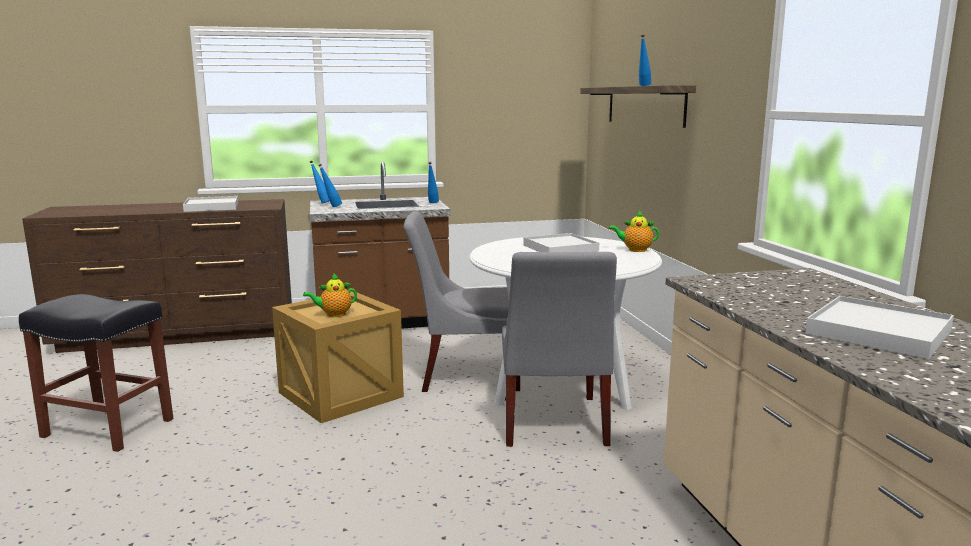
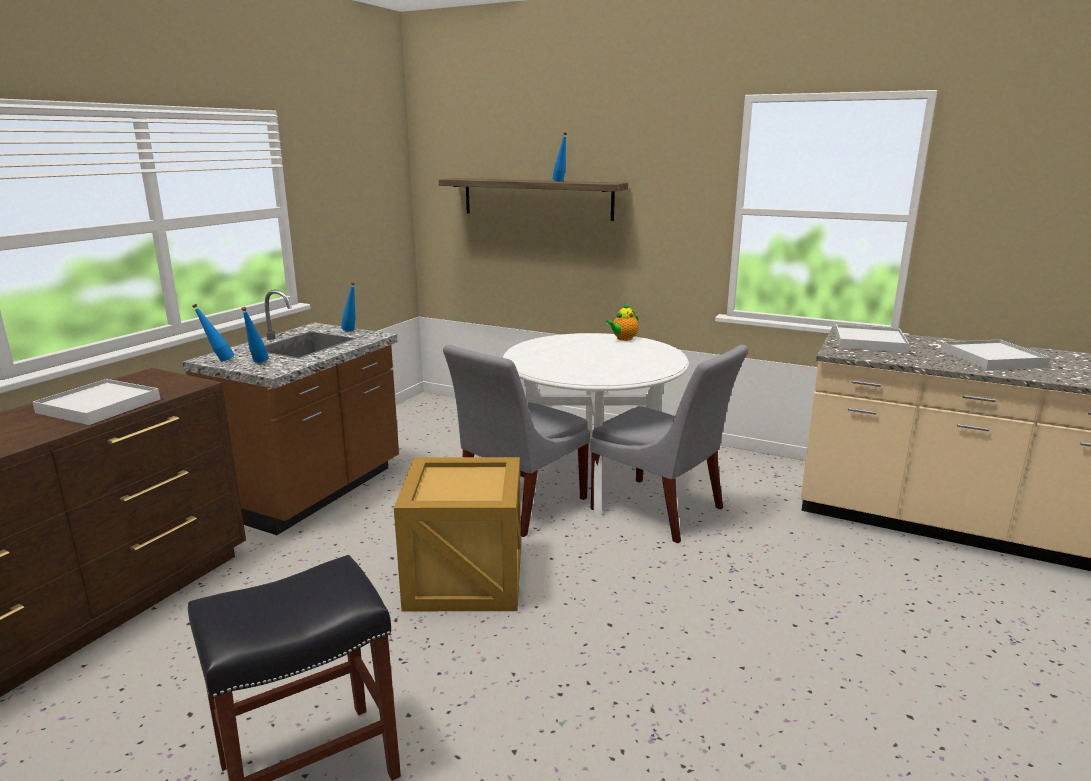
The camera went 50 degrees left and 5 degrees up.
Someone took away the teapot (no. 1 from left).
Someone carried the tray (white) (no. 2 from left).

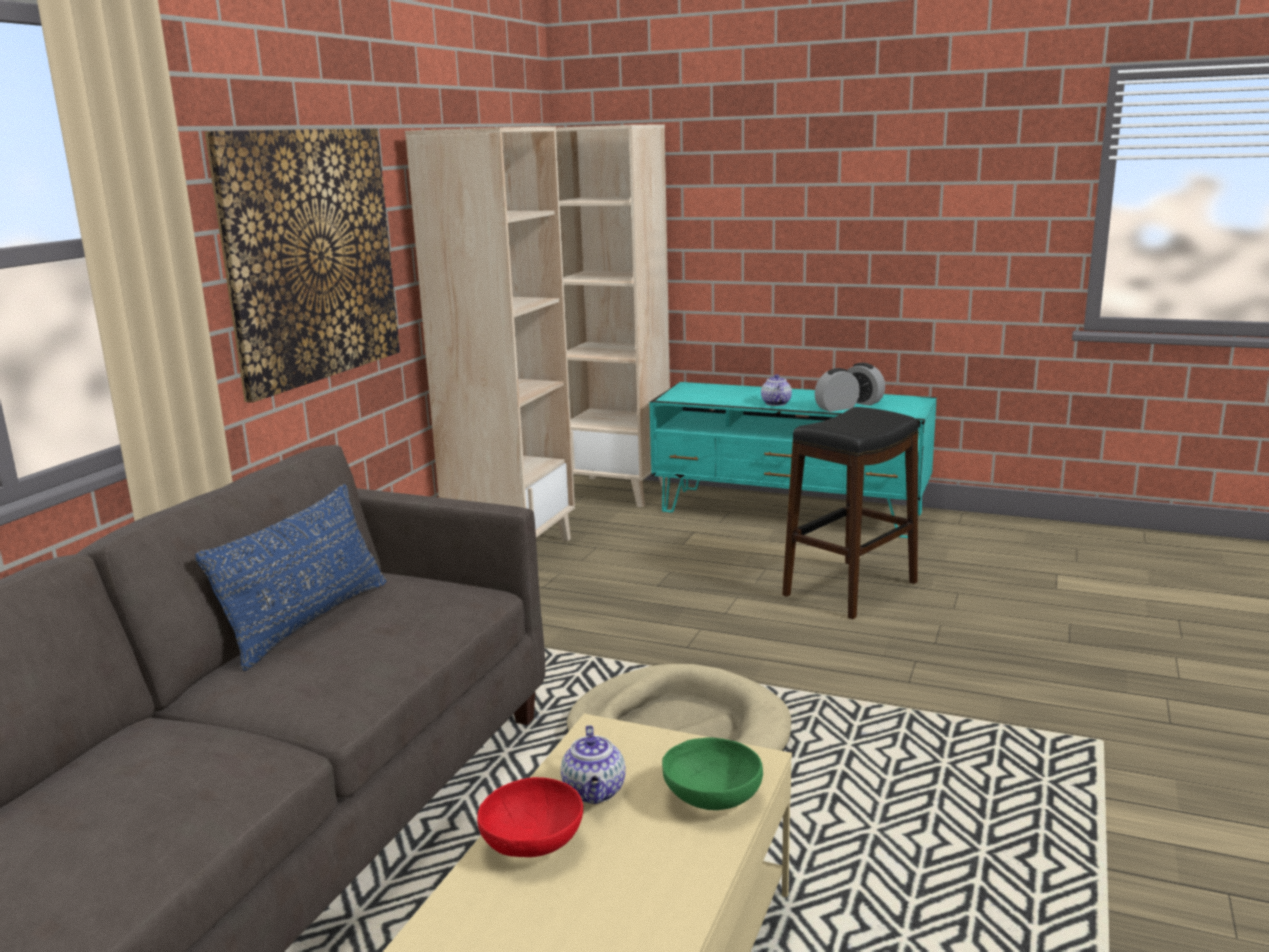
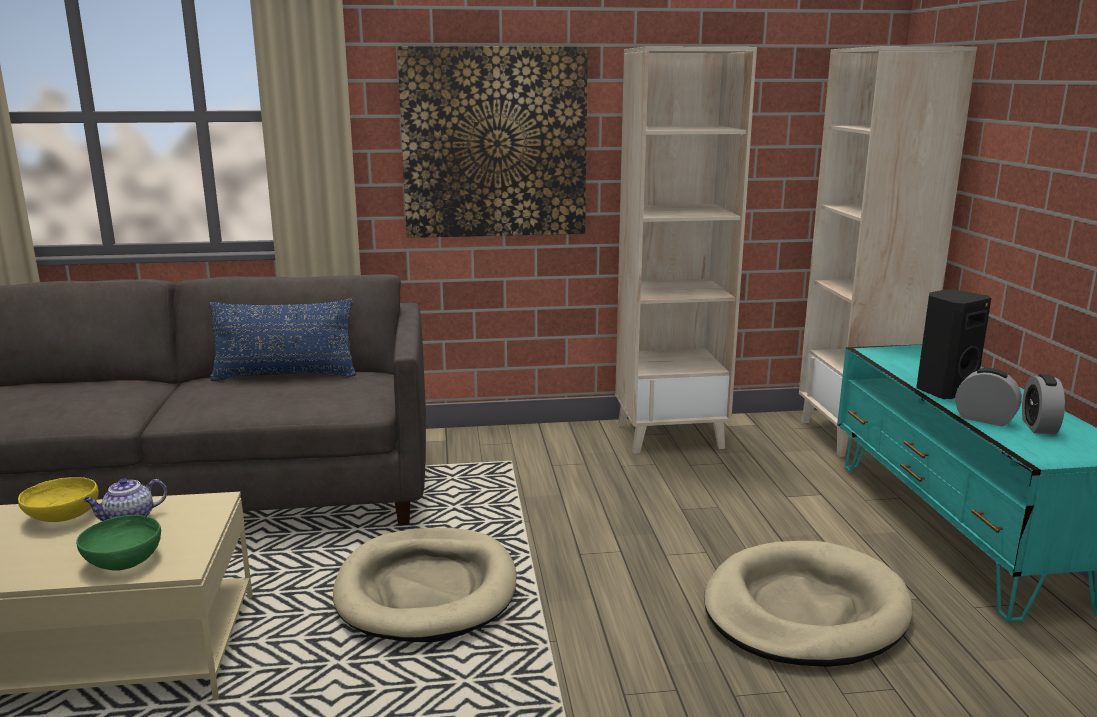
The camera went 60 degrees right and 0 degrees up.
Someone repainted the bowl (red), which became the bowl (yellow).
Someone swapped the teapot (no. 2 from left) for the speaker (black).
Someone swapped the stool (black) for the dog bed (beige) (no. 2 from left).

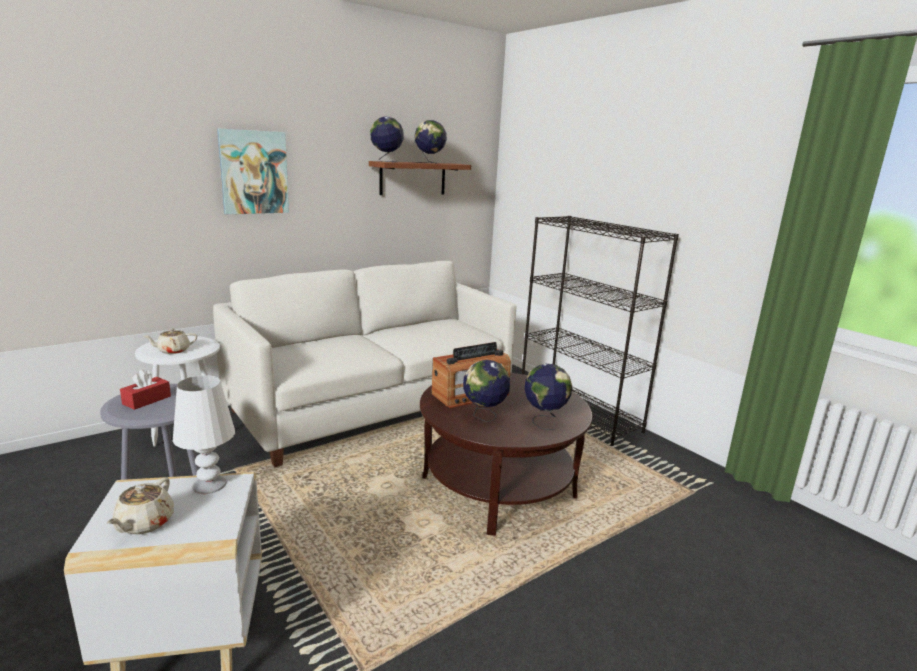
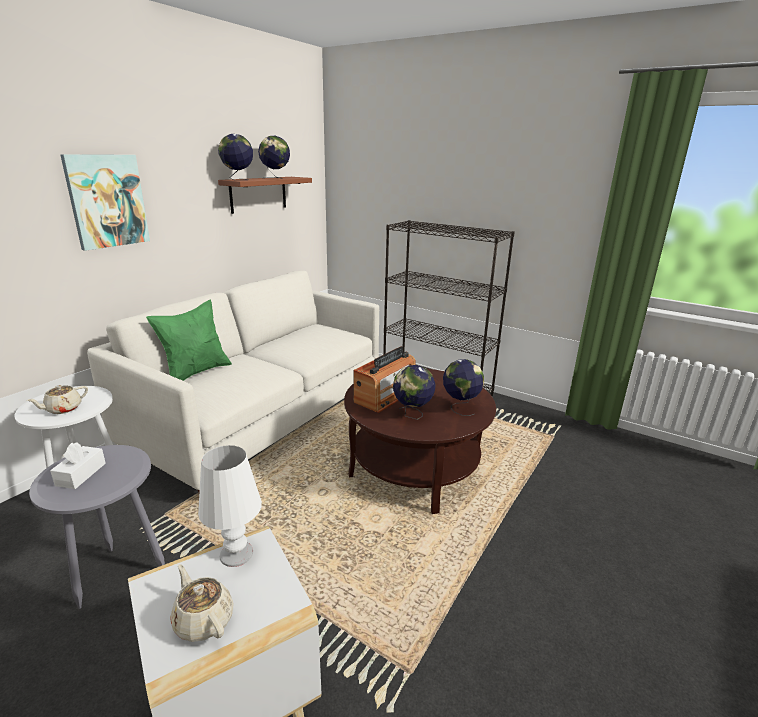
The camera went 20 degrees left and 5 degrees up.
Someone rotated the teapot (beige) (no. 1 from left in the first image) by 150 degrees clockwise.
Someone repainted the tissue box (red), which became the tissue box (white).
Someone put down the pillow (green).

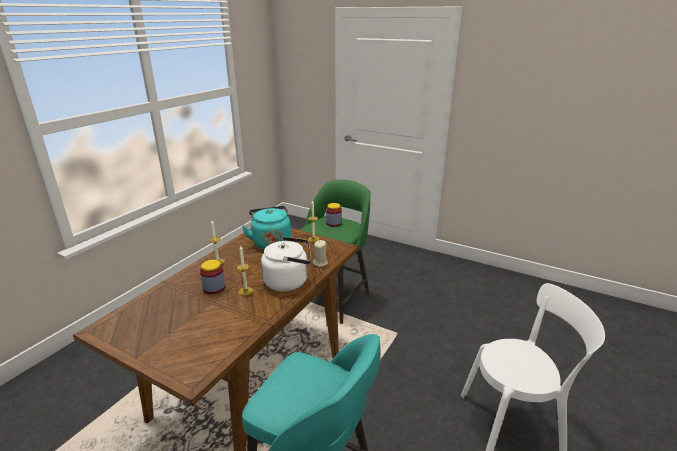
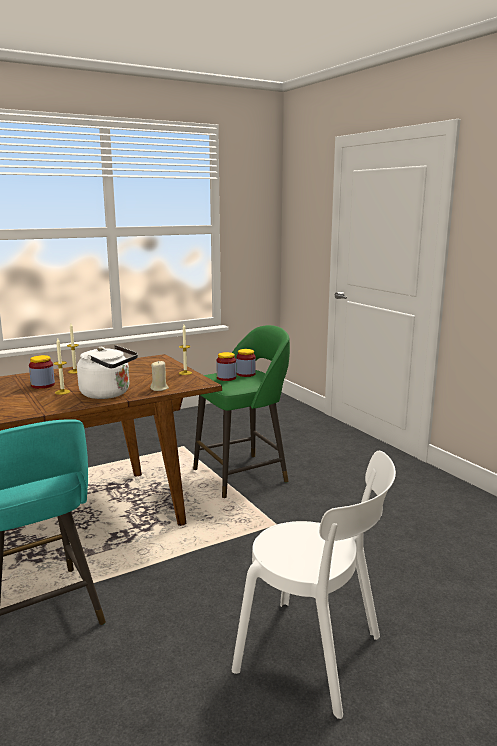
The camera went 30 degrees right and 10 degrees down.
Someone took away the kettle (turquoise).
Someone put down the jar (no. 2 from left).

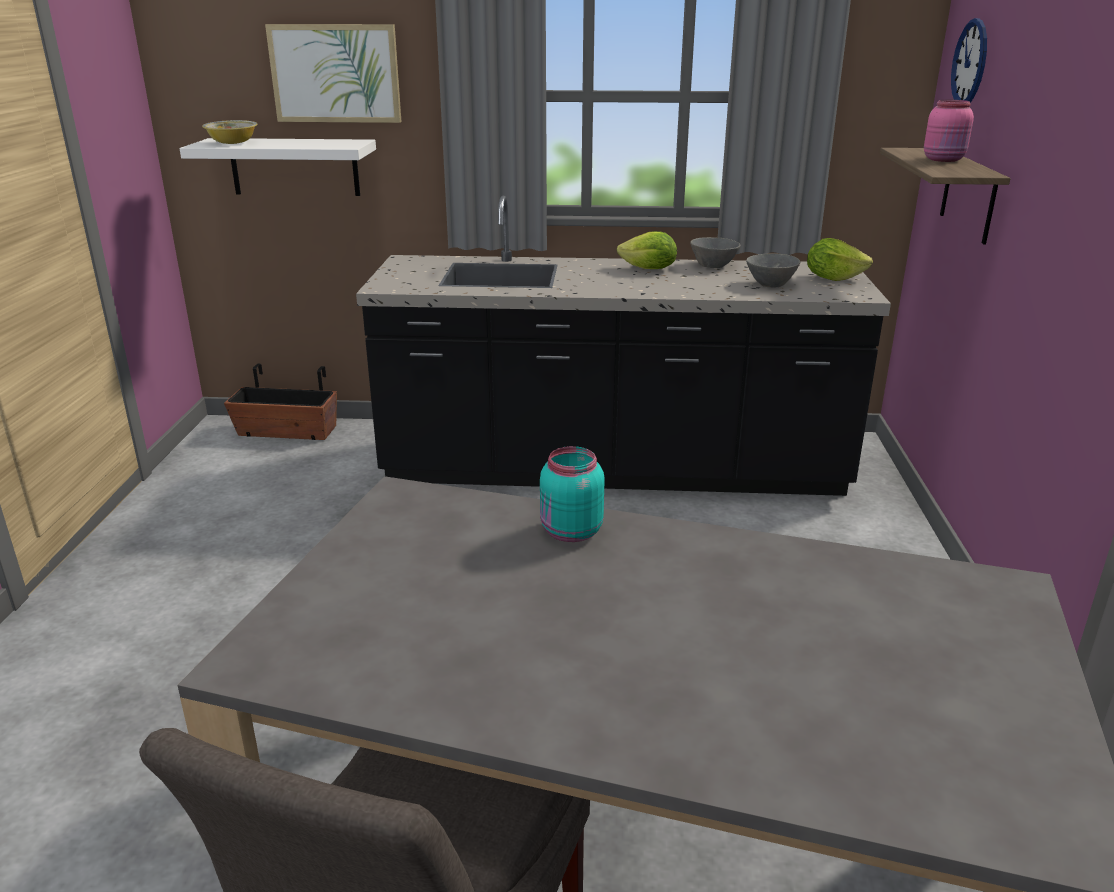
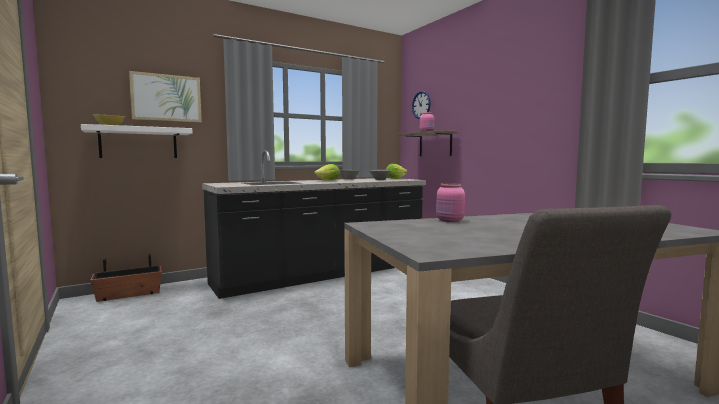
The camera went 35 degrees left and 20 degrees down.
Someone repainted the jar (turquoise), which became the jar (pink) (no. 2 from left).

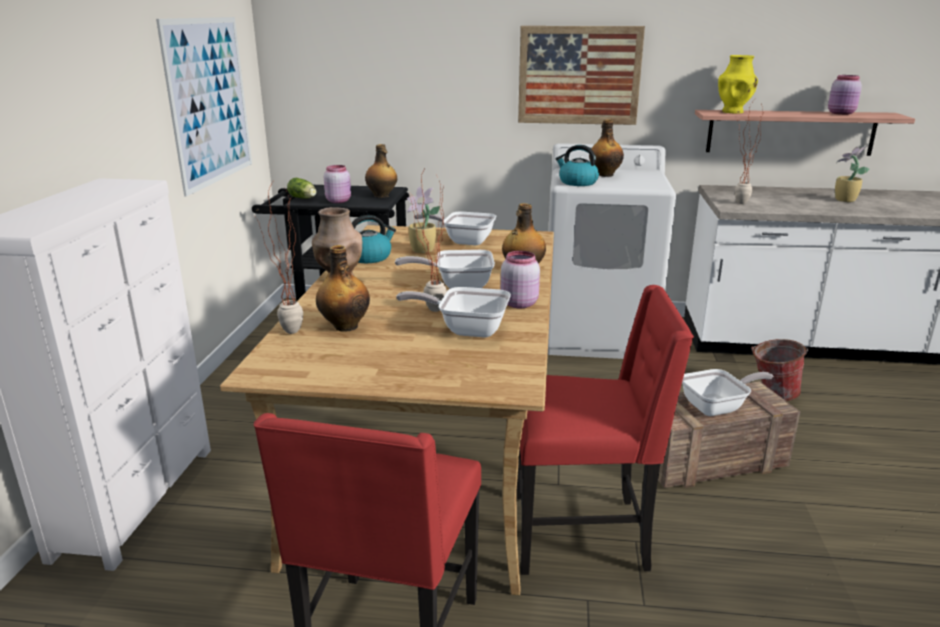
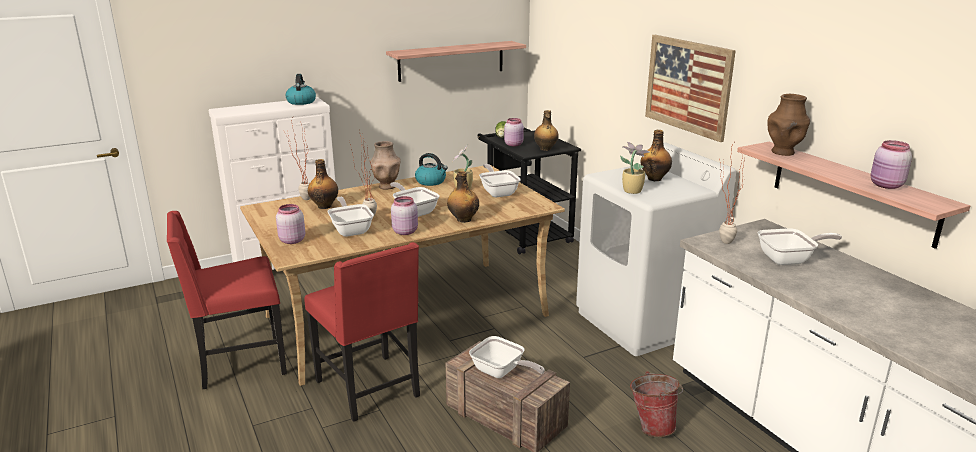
The camera went 55 degrees right and 0 degrees up.
Someone swapped the picture (no. 1 from left) for the shelf (no. 1 from left).
Someone carried the kettle (no. 2 from left in the first image).
Someone repainted the vase (yellow), which became the vase (brown) (no. 2 from left).
Someone carried the potted plant (no. 5 from left in the first image).
Someone put down the jar (pink) (no. 1 from left).
Someone put down the frying pan (no. 5 from left).

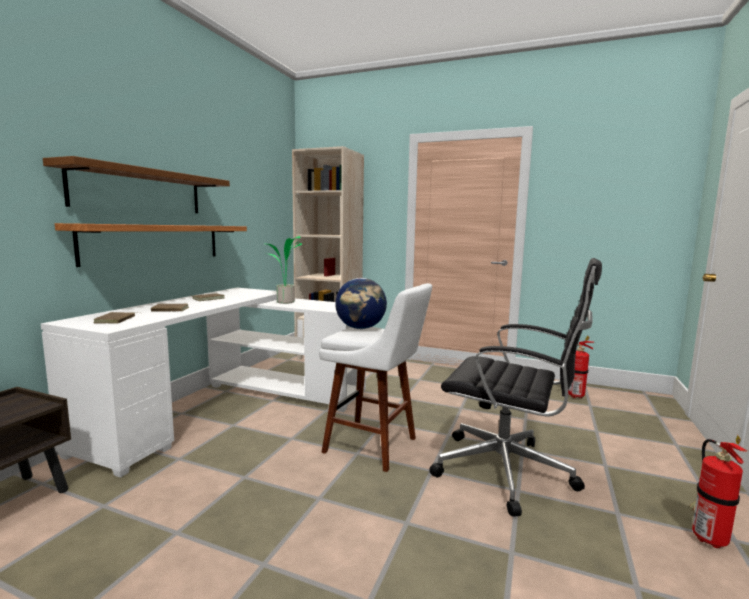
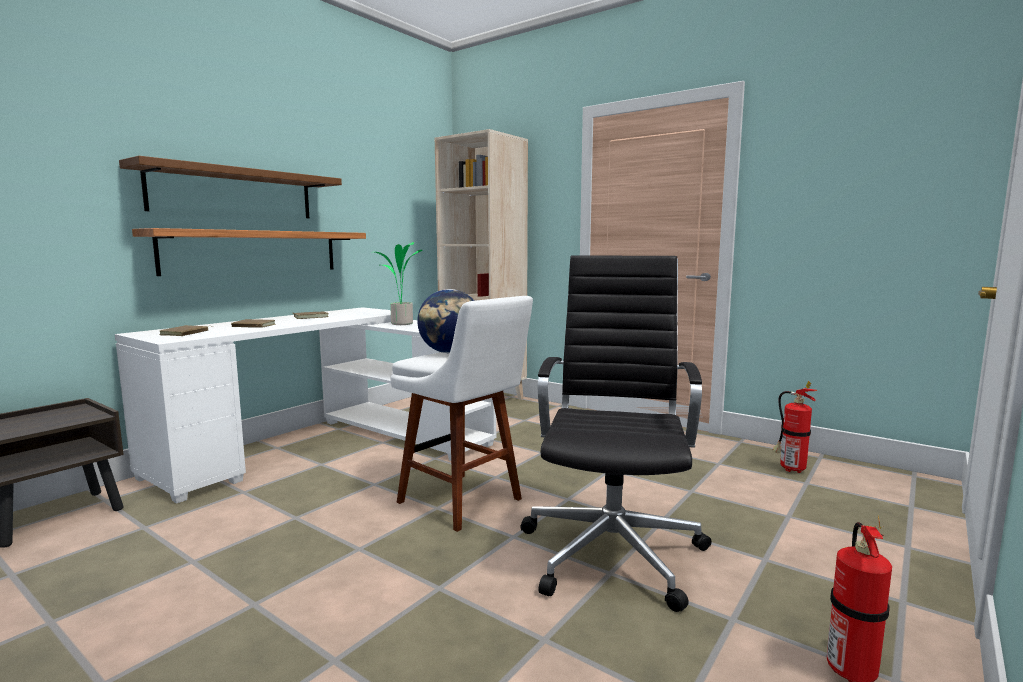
The camera went 15 degrees right and 0 degrees up.
Someone rotated the office chair (black) by 120 degrees counterclockwise.

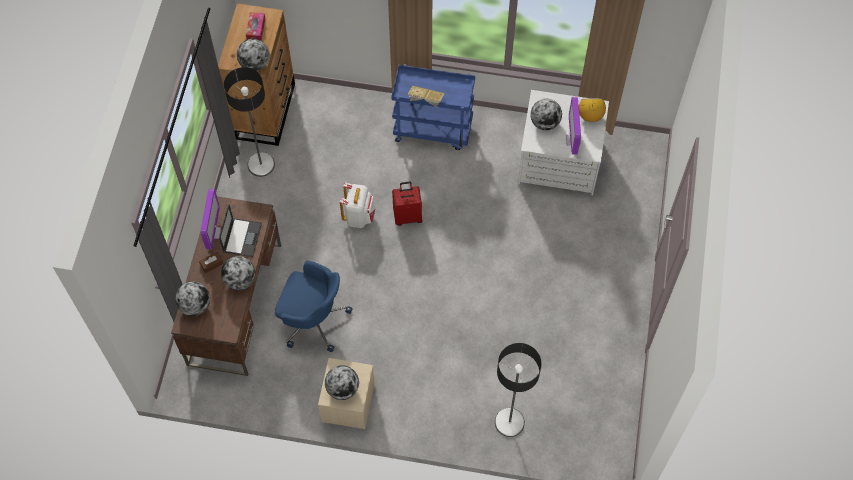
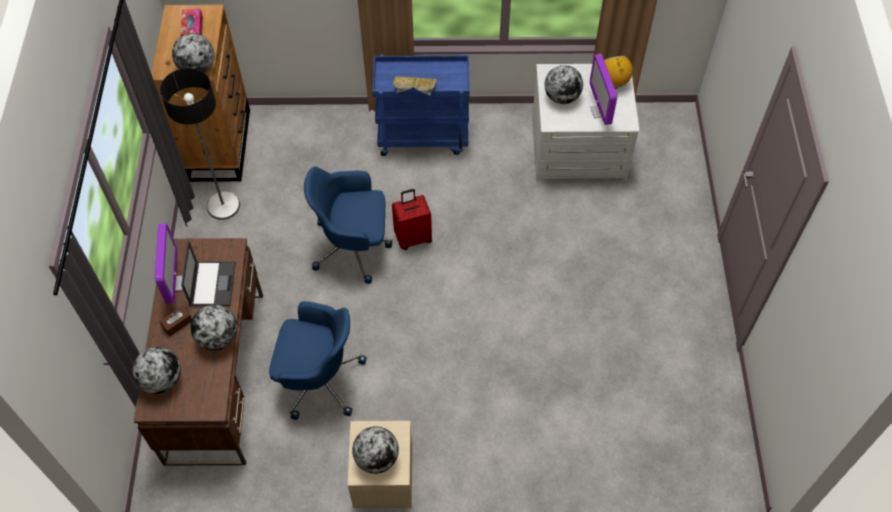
The camera went 10 degrees left and 5 degrees down.
Someone swapped the backpack (white) for the office chair (blue) (no. 2 from left).
Someone took away the floor lamp (no. 2 from left).

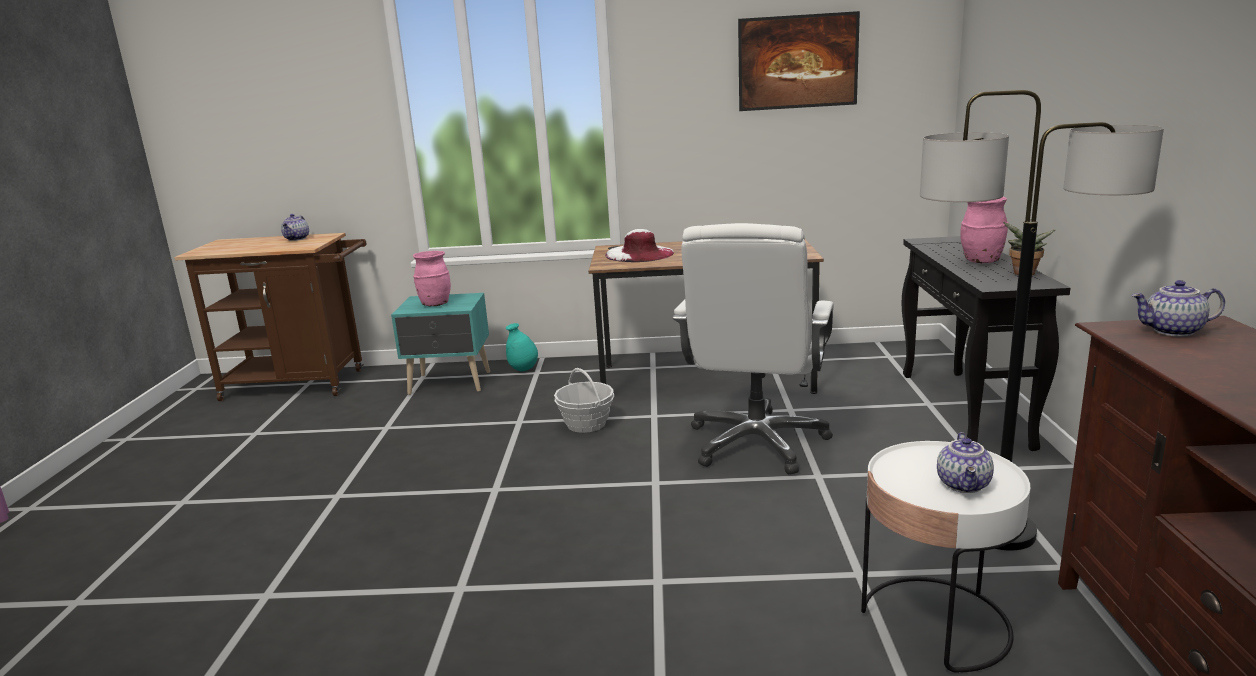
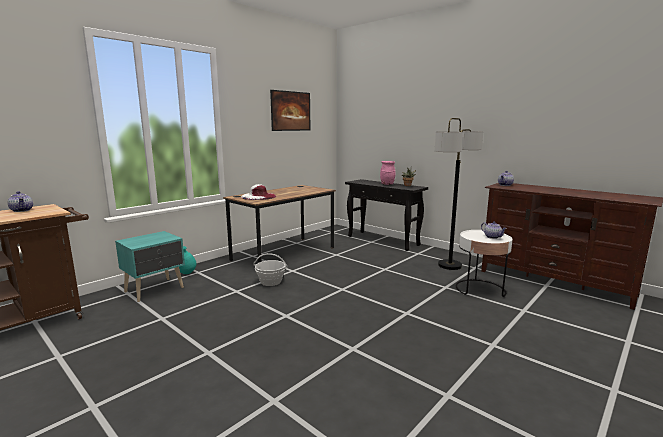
The camera went 50 degrees left and 5 degrees down.
Someone took away the vase (pink) (no. 1 from left).
Someone took away the office chair (white).

